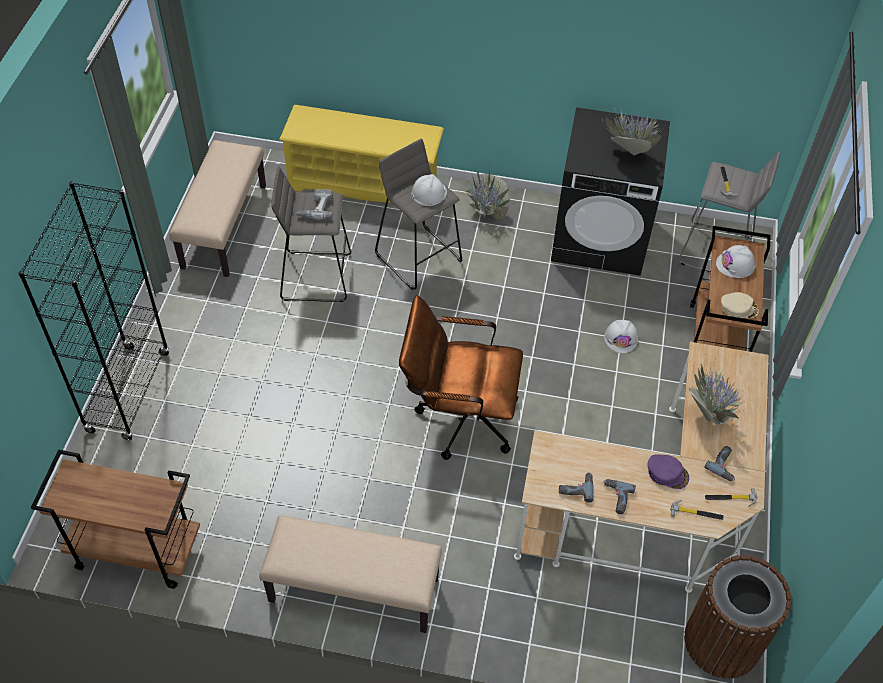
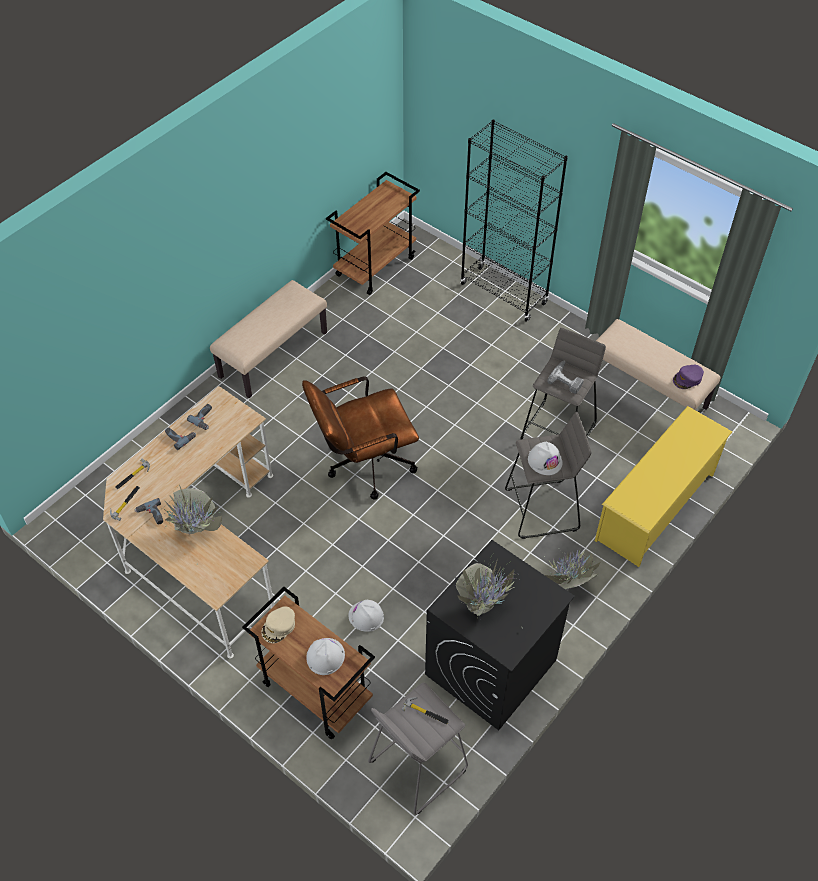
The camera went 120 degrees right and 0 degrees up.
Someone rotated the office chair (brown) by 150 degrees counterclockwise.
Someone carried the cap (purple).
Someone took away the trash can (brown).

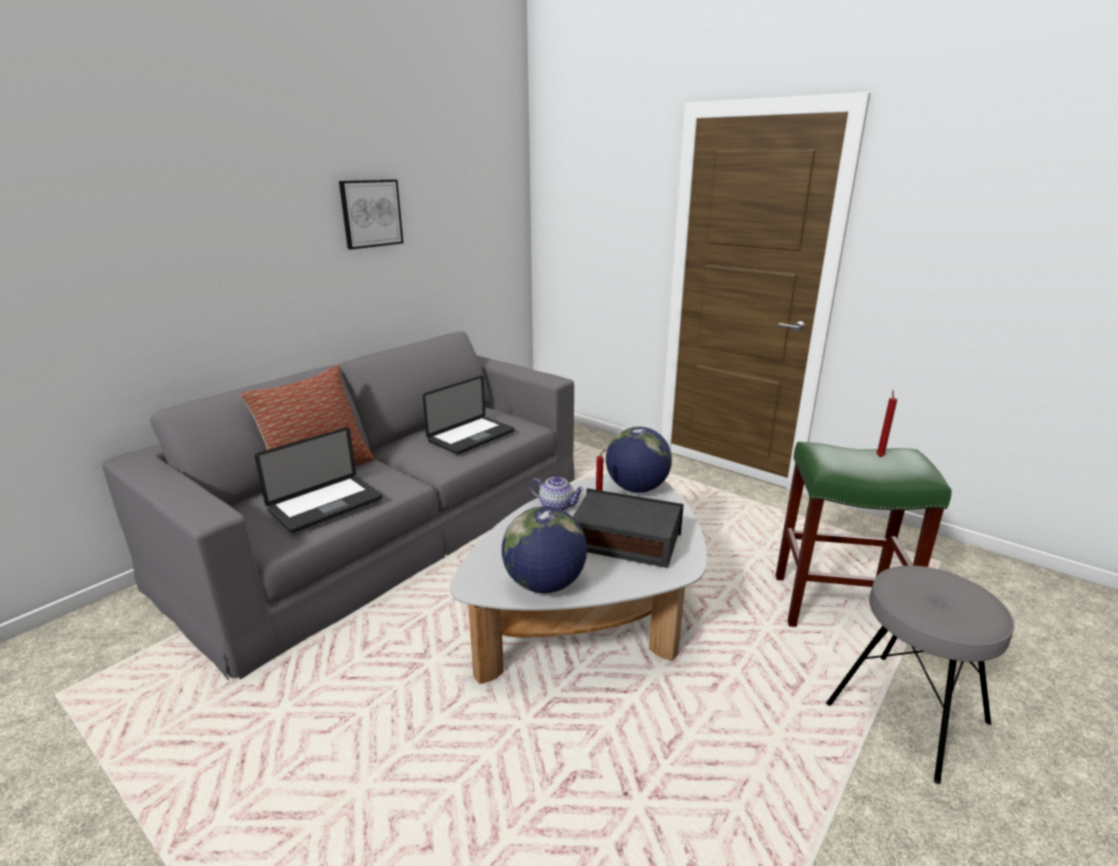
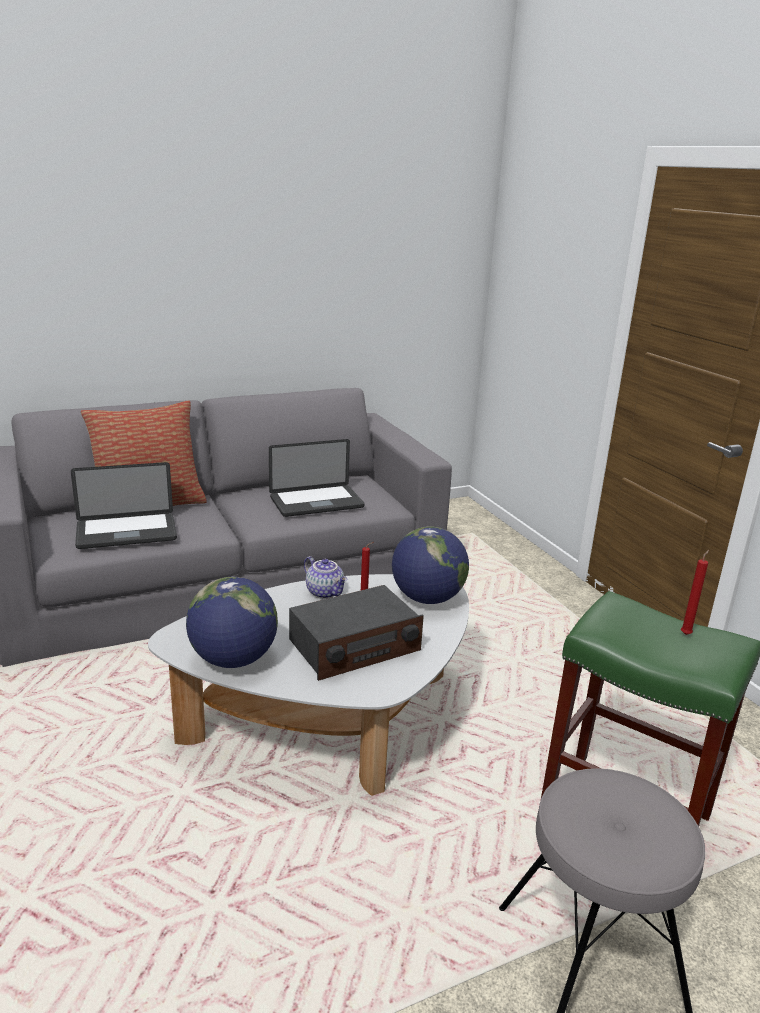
The camera went 25 degrees right and 0 degrees up.
Someone took away the picture.
Someone rotated the radio by 105 degrees clockwise.

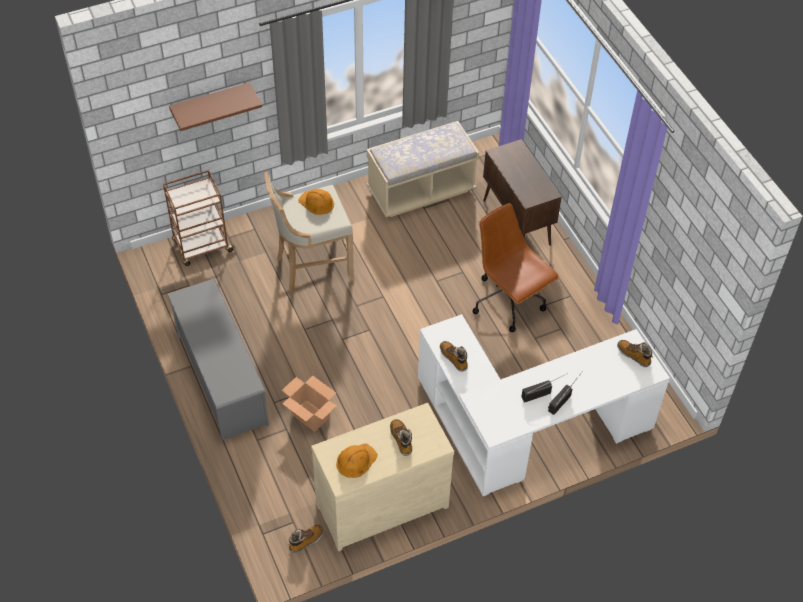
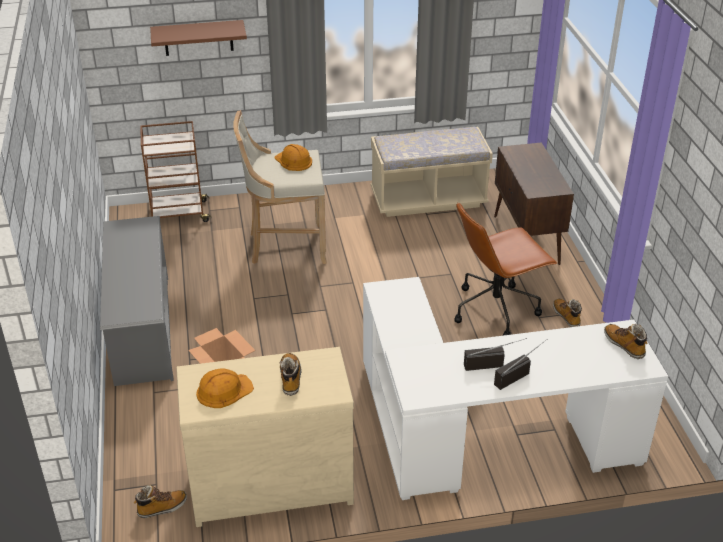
The camera went 15 degrees right and 15 degrees down.
Someone carried the boot (no. 3 from left).
Someone rotated the office chair (brown) by 90 degrees counterclockwise.

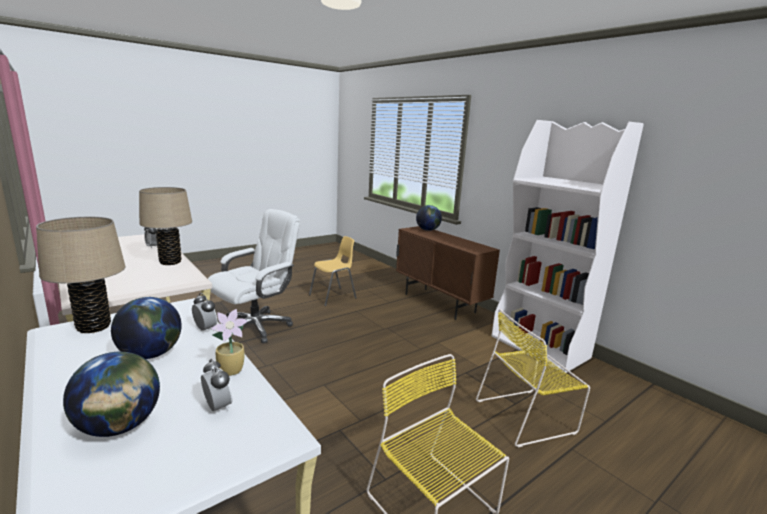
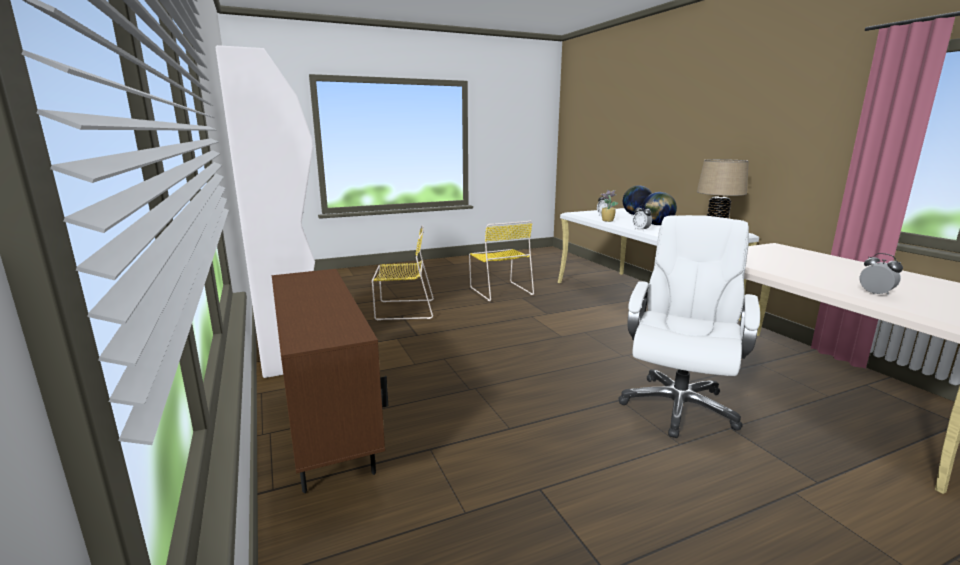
The camera went 165 degrees left and 0 degrees up.
Someone took away the table lamp (beige) (no. 2 from left).
Someone rotated the office chair (white) by 150 degrees clockwise.
Someone took away the chair (yellow) (no. 1 from left).
Someone took away the globe (no. 3 from left).

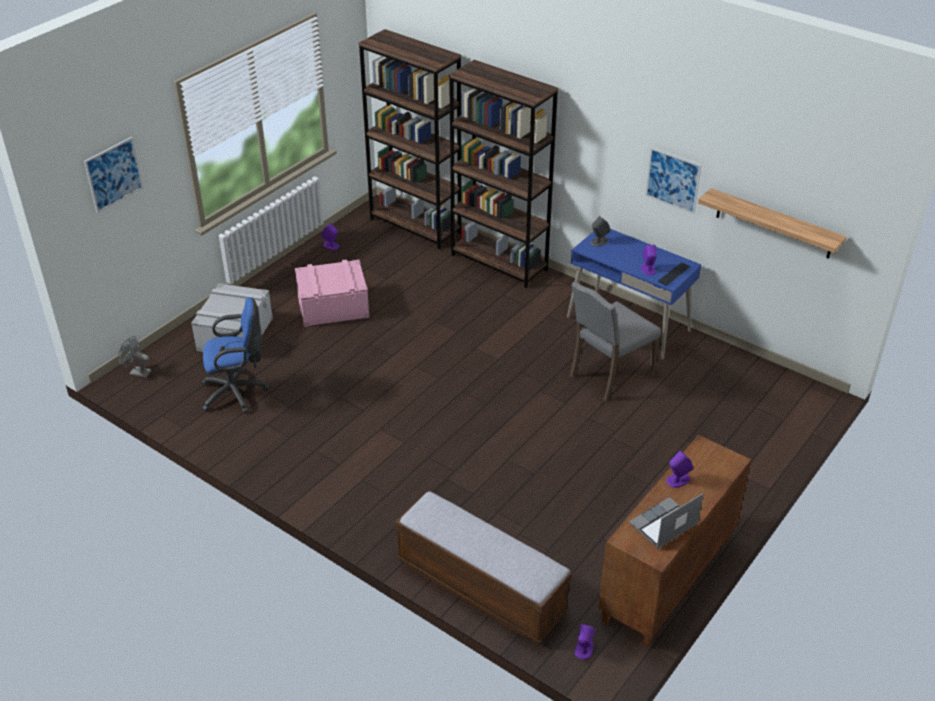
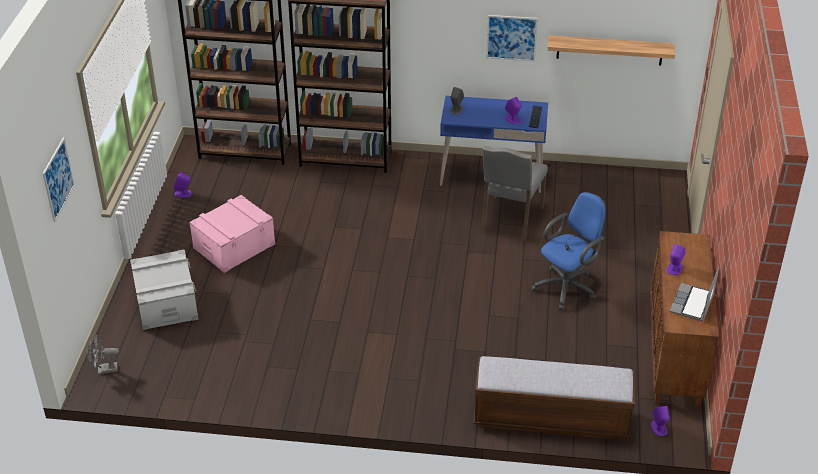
The camera went 30 degrees left and 0 degrees up.
Someone carried the office chair (blue).

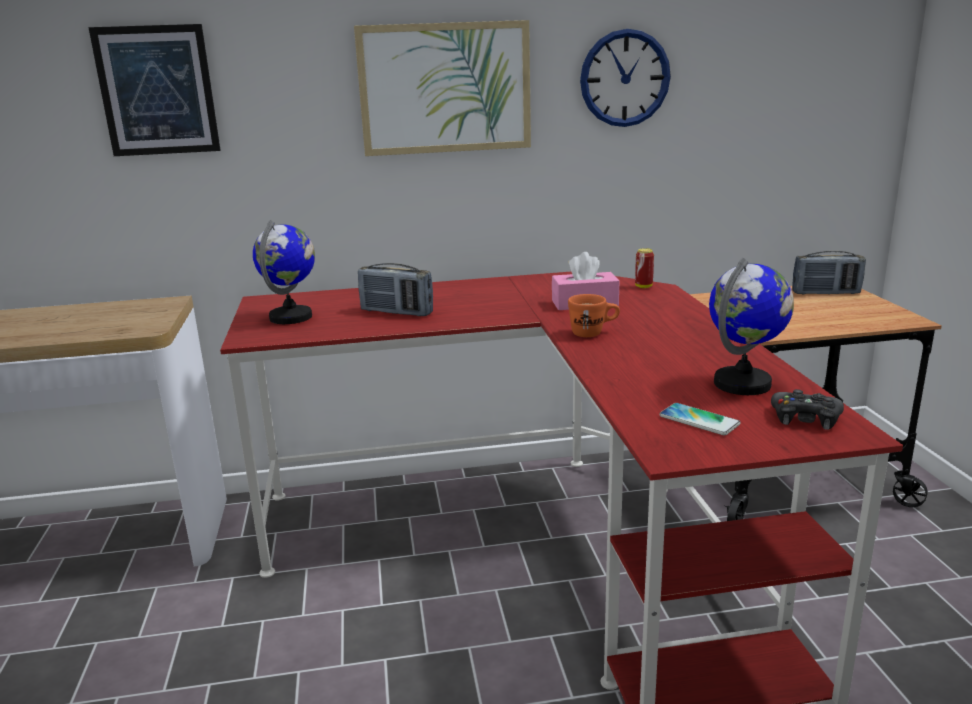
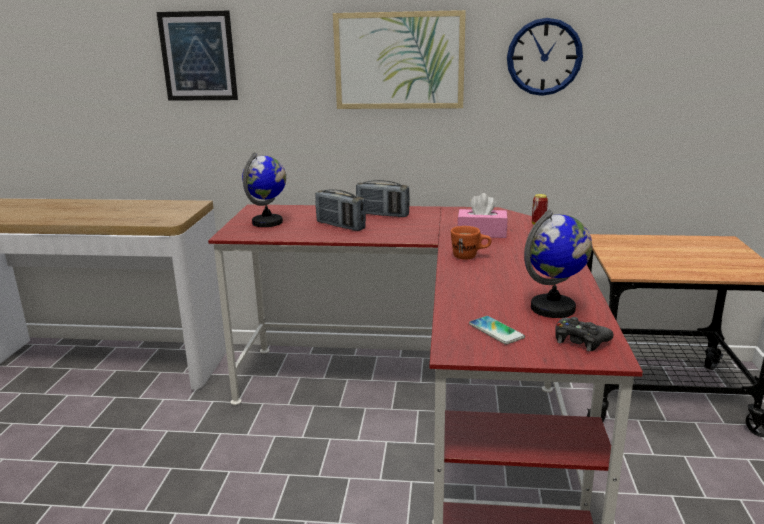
The camera went 15 degrees right and 0 degrees up.
Someone carried the radio (no. 2 from left).

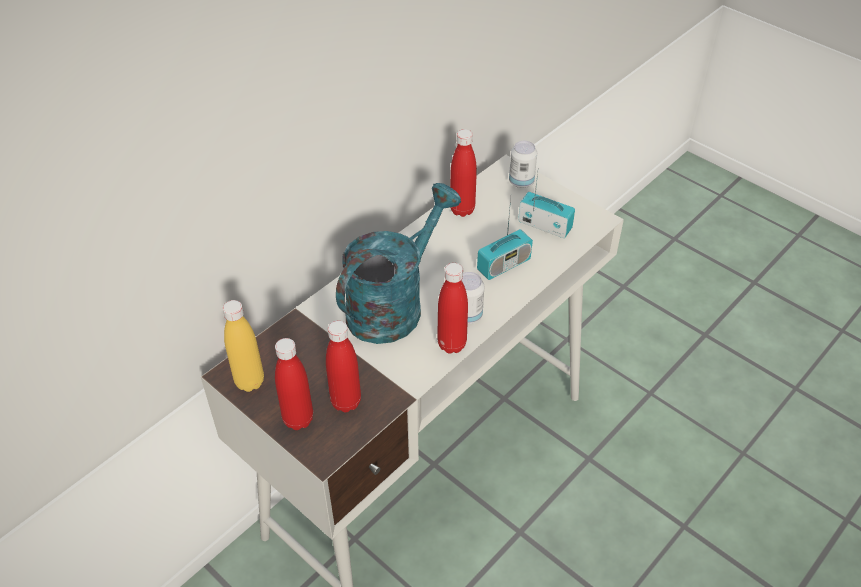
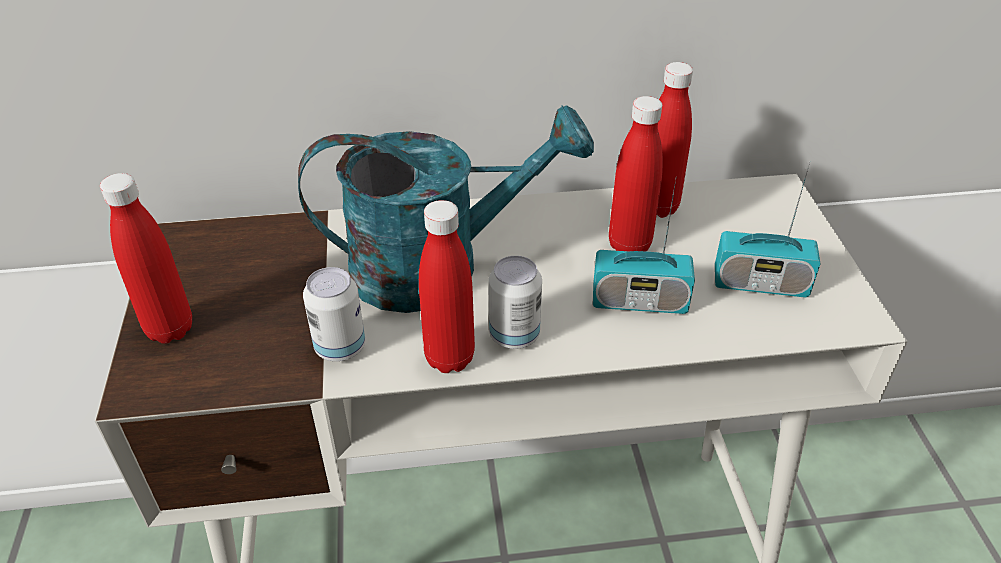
The camera went 40 degrees right and 5 degrees down.
Someone took away the bottle (yellow).
Someone carried the bottle (red) (no. 2 from left in the first image).
Someone carried the can (no. 2 from left in the first image).
Someone rotated the radio (no. 2 from left) by 120 degrees clockwise.

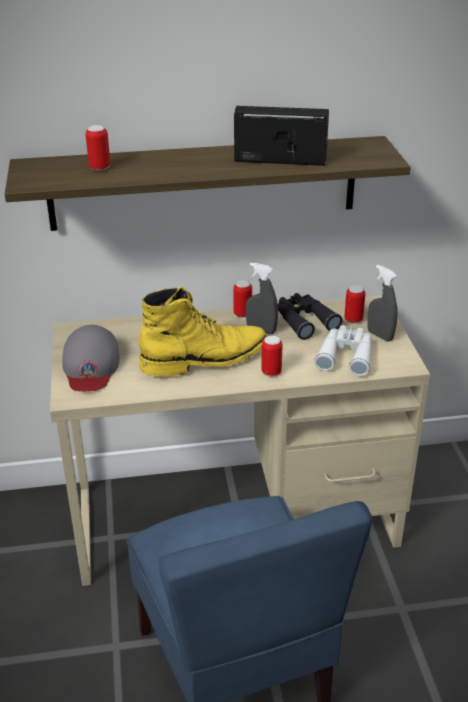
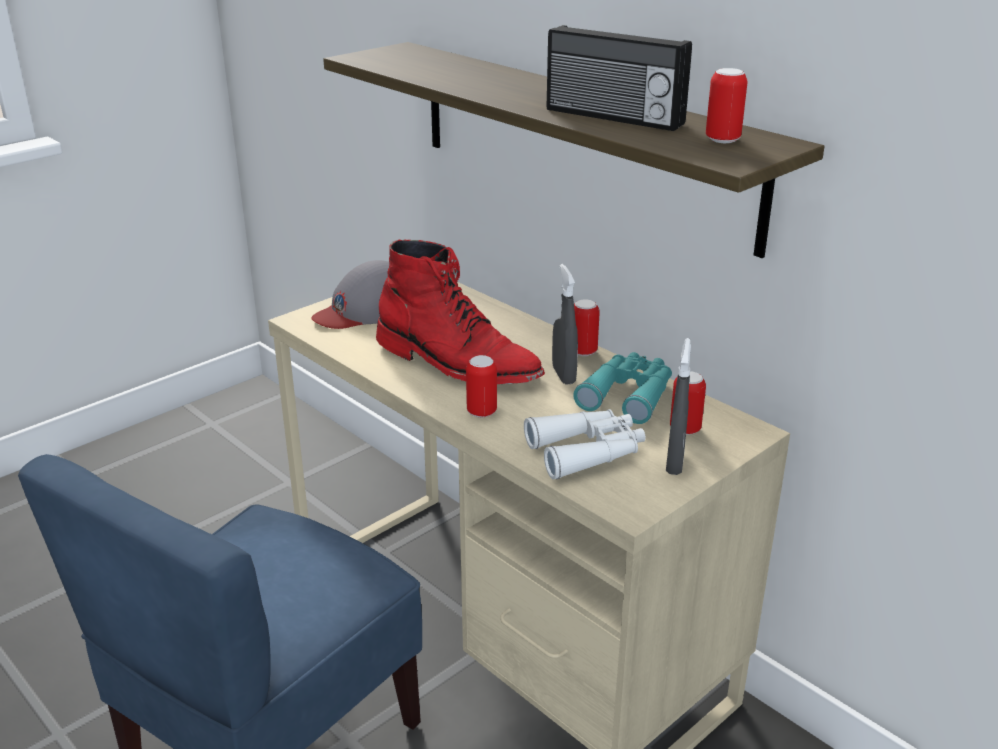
The camera went 55 degrees right and 5 degrees down.
Someone carried the can (no. 1 from left in the first image).
Someone repainted the boot (yellow), which became the boot (red).
Someone rotated the radio by 150 degrees clockwise.
Someone repainted the binoculars (black), which became the binoculars (turquoise).

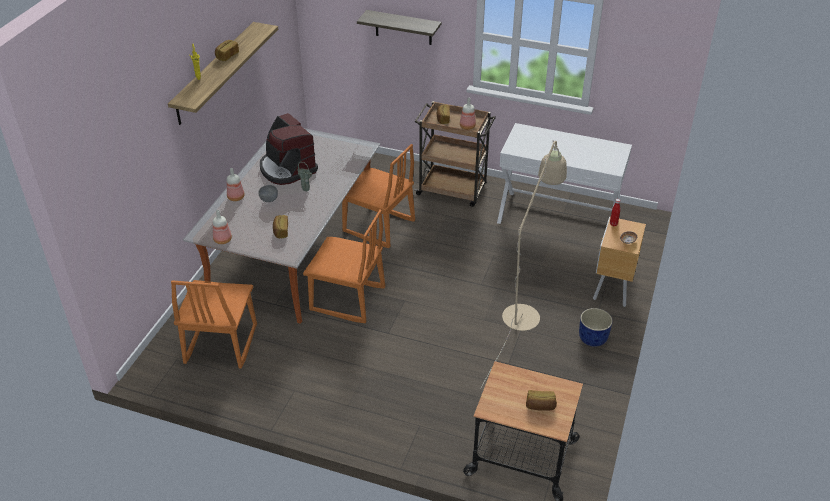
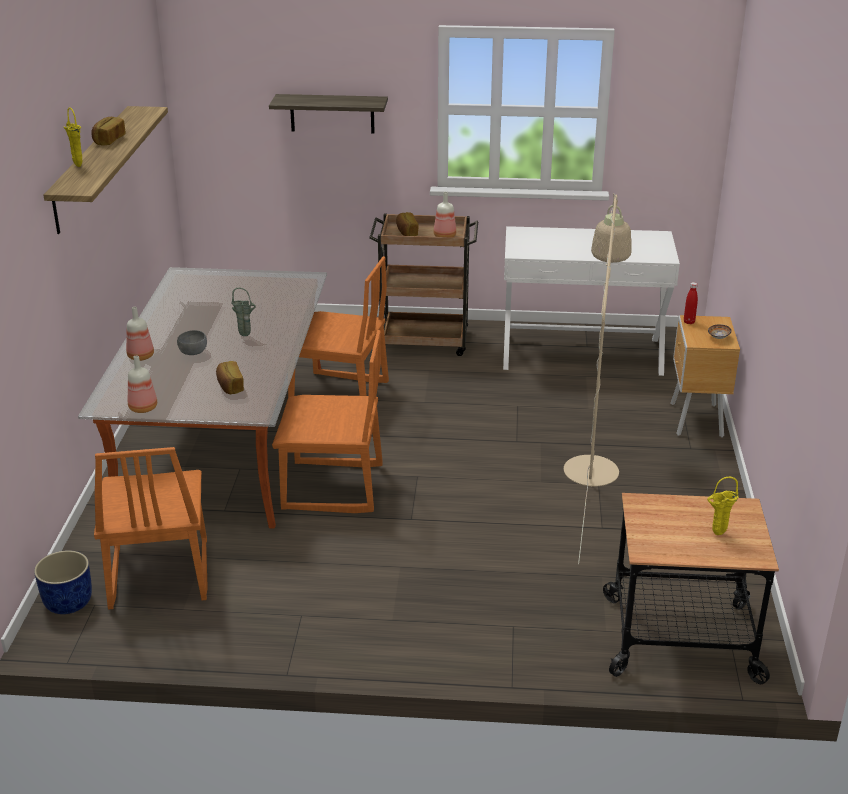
The camera went 15 degrees left and 10 degrees down.
Someone took away the coffee machine.
Someone swapped the bread (no. 4 from left) for the vase (yellow) (no. 2 from left).
Someone carried the planter (blue).

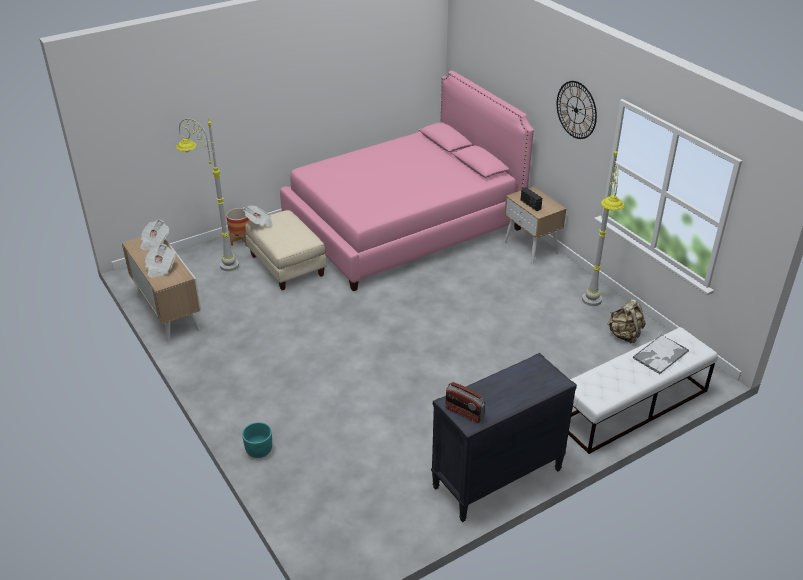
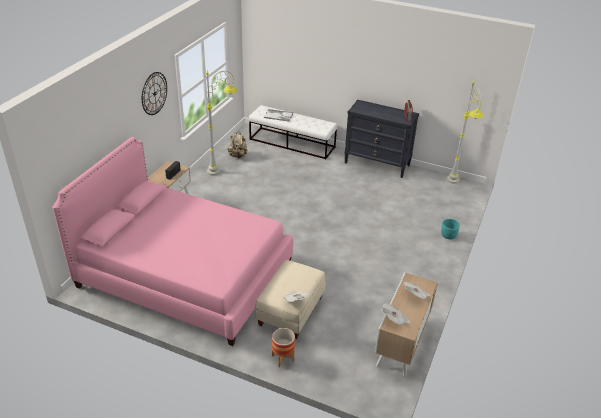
The camera went 125 degrees left and 0 degrees up.
Someone carried the floor lamp (grey) (no. 1 from left in the first image).

